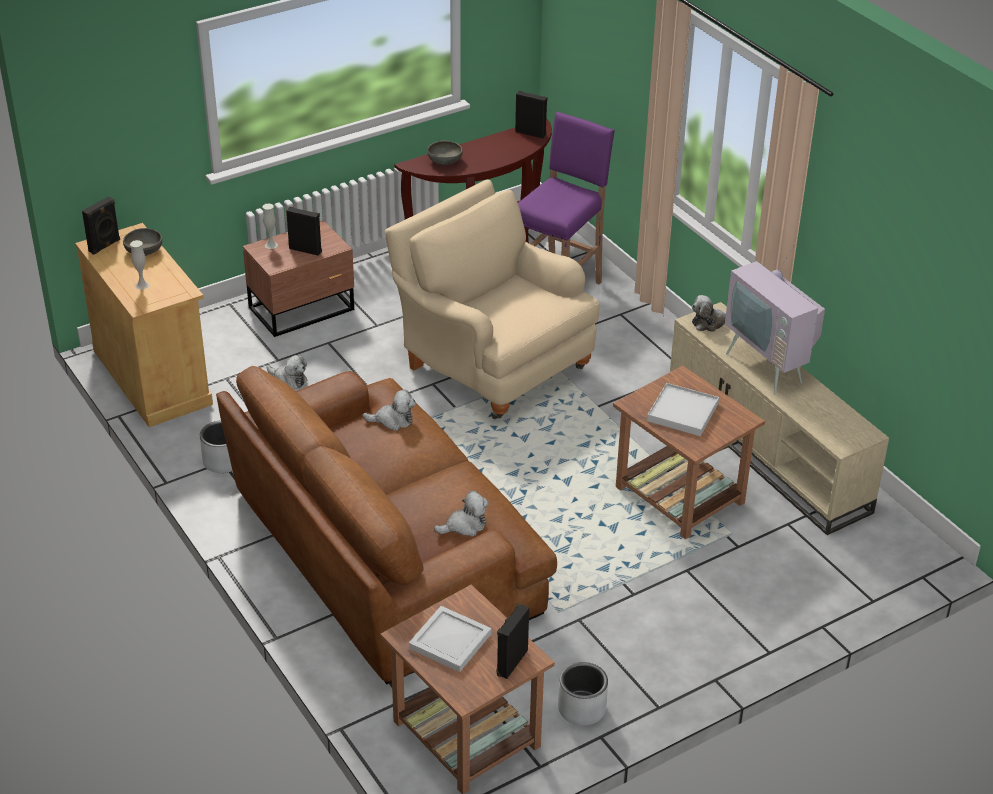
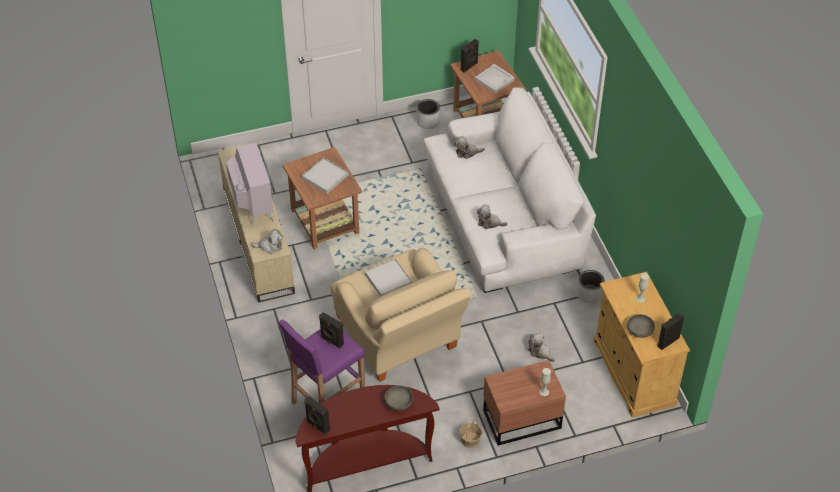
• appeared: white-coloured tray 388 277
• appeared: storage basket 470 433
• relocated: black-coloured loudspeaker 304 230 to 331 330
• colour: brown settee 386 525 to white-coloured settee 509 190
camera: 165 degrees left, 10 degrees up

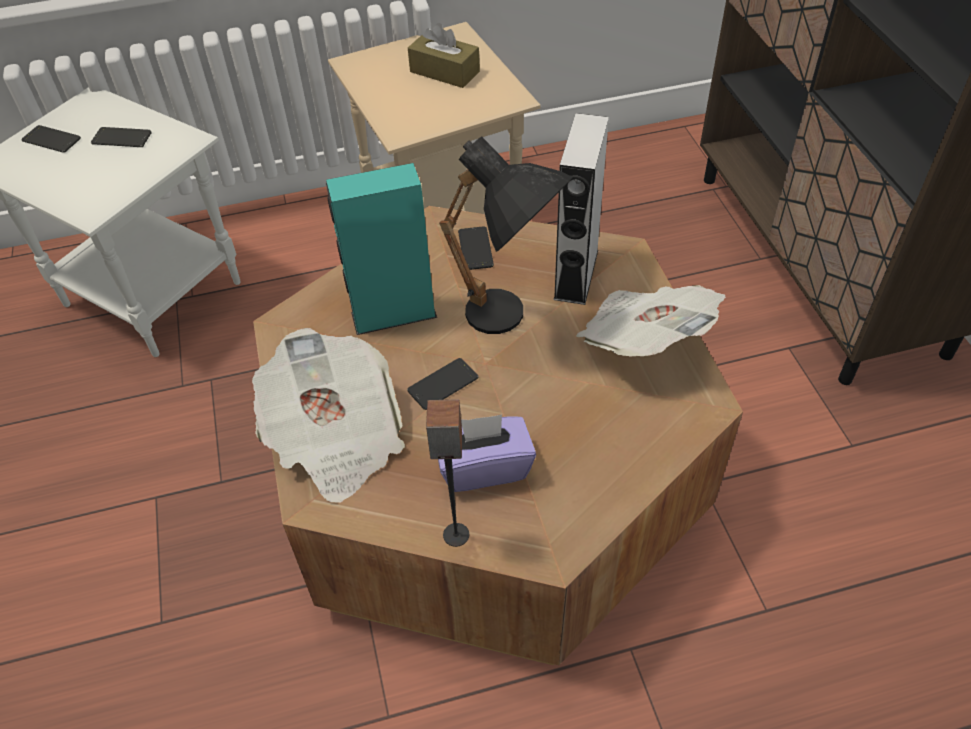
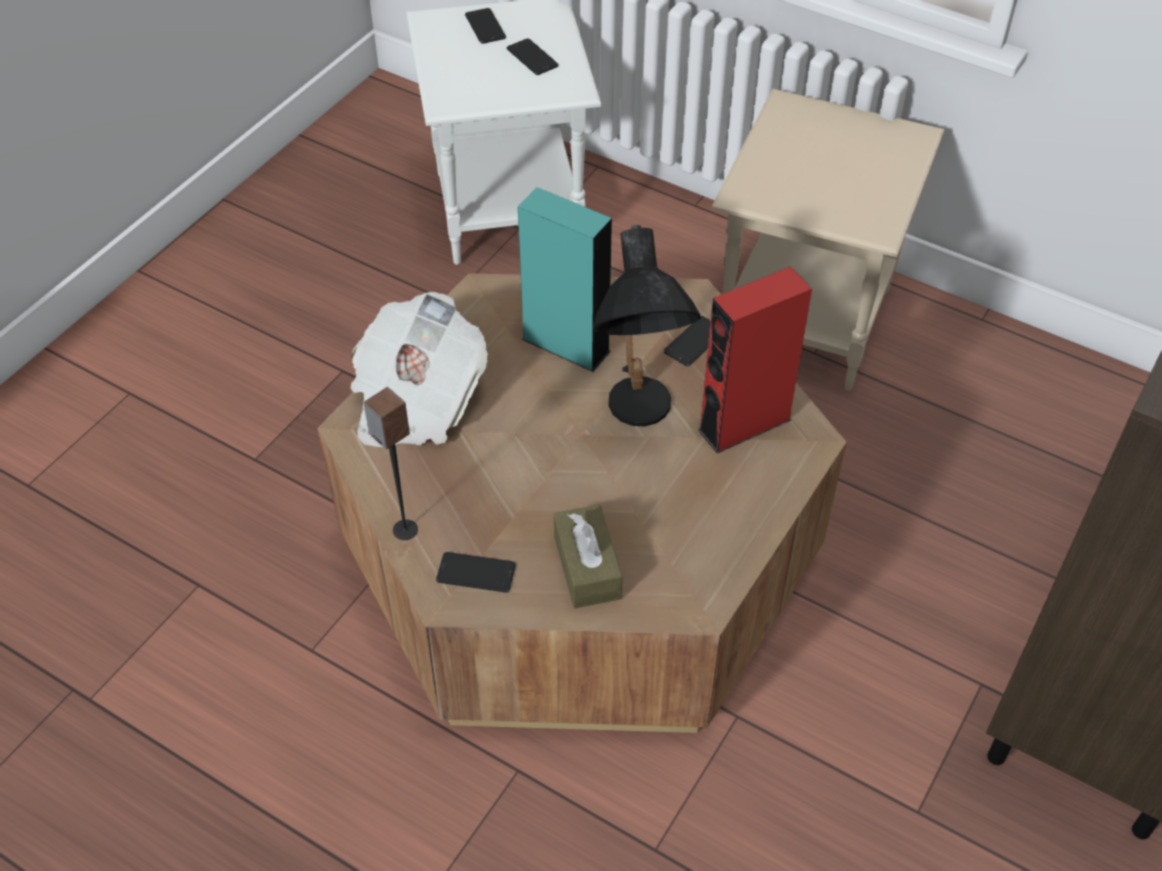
• missing: purple tissue box 487 453
• missing: daily paper 651 321
• relocated: handset 442 384 to 476 572
• relocated: brown tissue box 444 55 to 588 556
• colour: gray loudspeaker 581 209 to reddish loudspeaker 755 359
camera: 45 degrees right, 0 degrees up

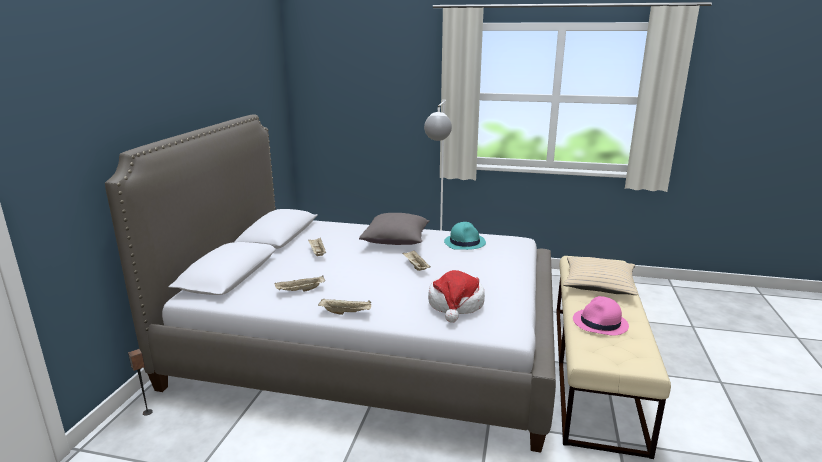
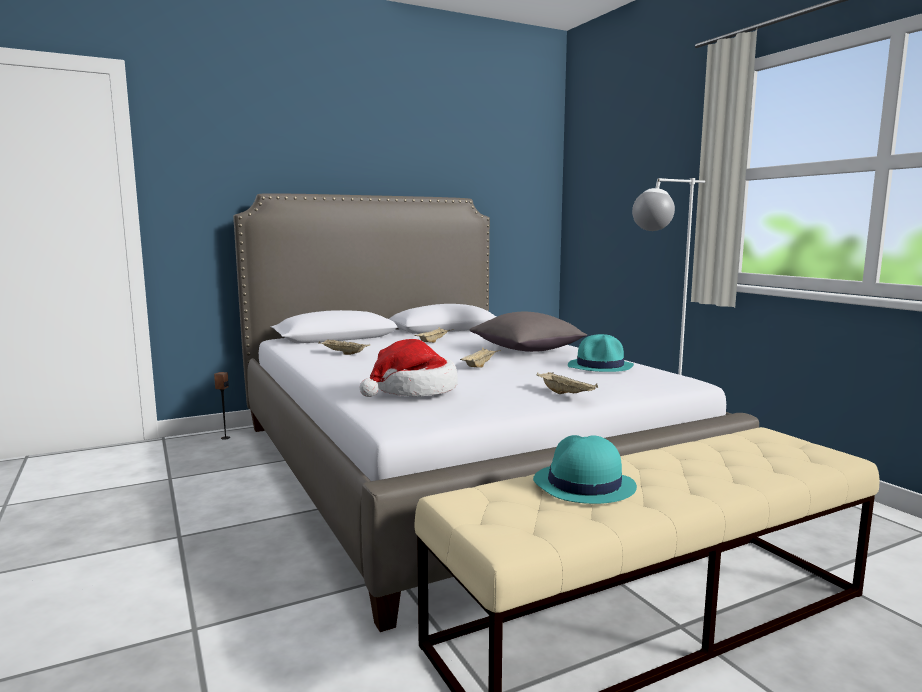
• missing: beige-coloured pillow 600 276
• relocated: beige-coloured tray 344 306 to 567 383
• colour: pink-coloured clothing hat 601 316 to blue-green clothing hat 585 469
camera: 50 degrees right, 10 degrees down

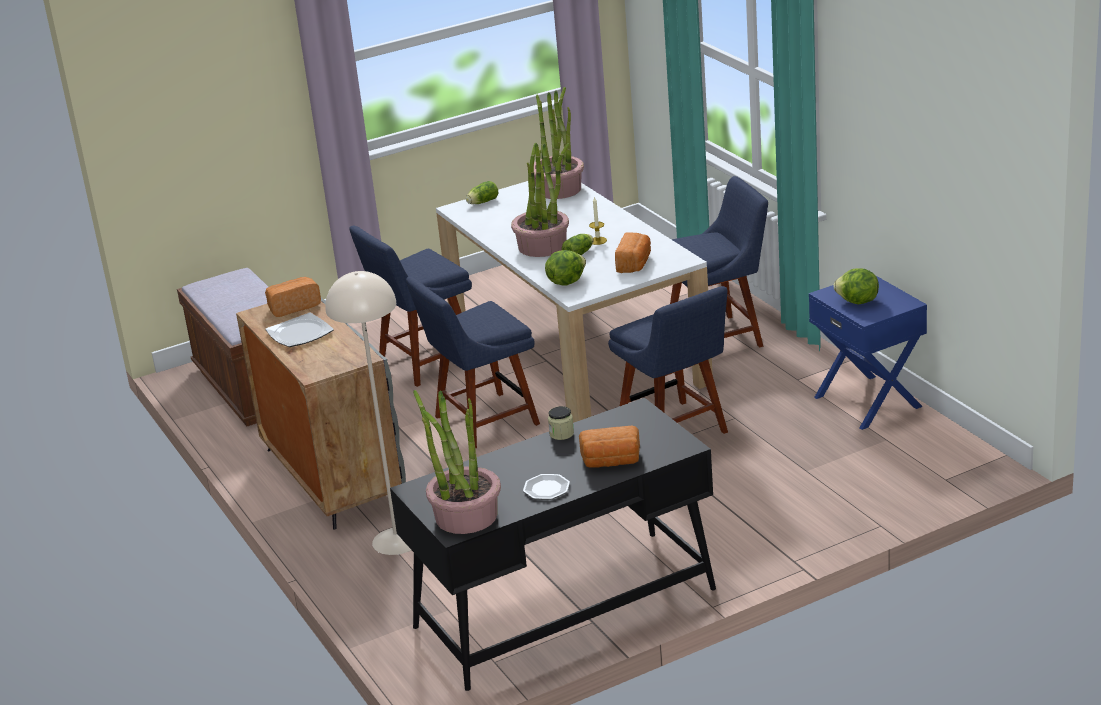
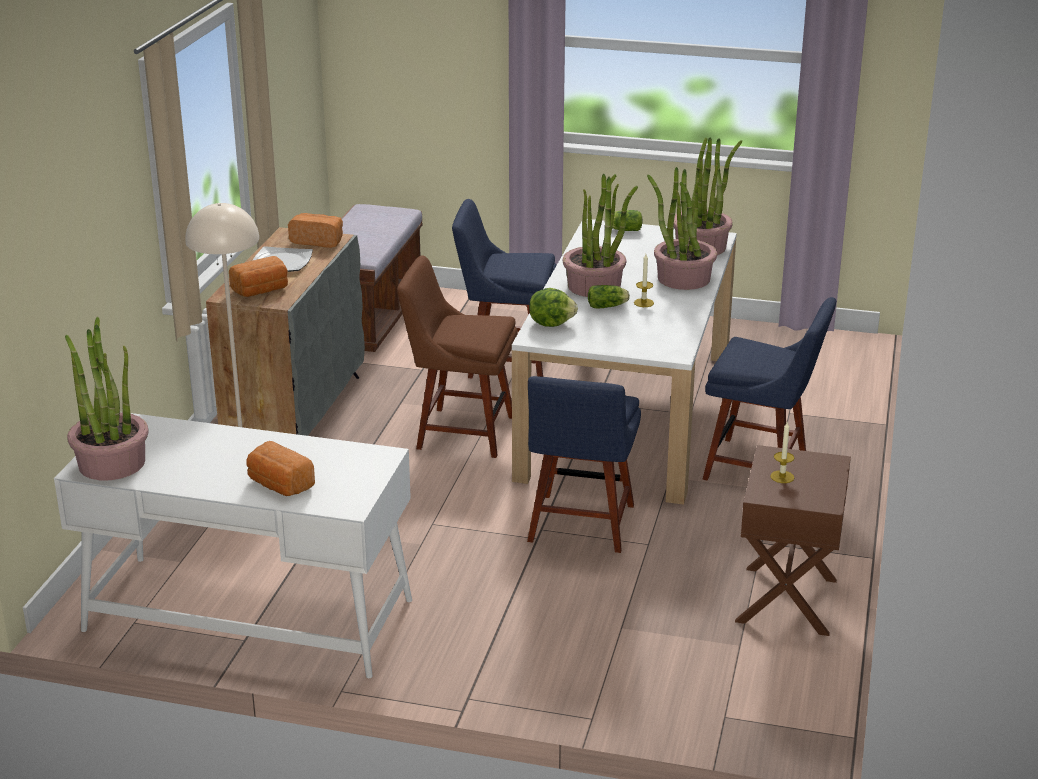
• missing: plate 546 487
• missing: jar 561 423
• appeared: plant in a pot 682 228
• relocated: bakery bread 633 252 to 258 276
• exchanged: lettuce 856 286 to wax candle 782 452
• colour: black-coloured desk unit 553 544 to white-coloured desk unit 233 545
• colour: bluish upright chair 473 362 to brown upright chair 457 357
• colour: bluish bedside table 868 352 to brown bedside table 793 540
camera: 40 degrees right, 0 degrees up

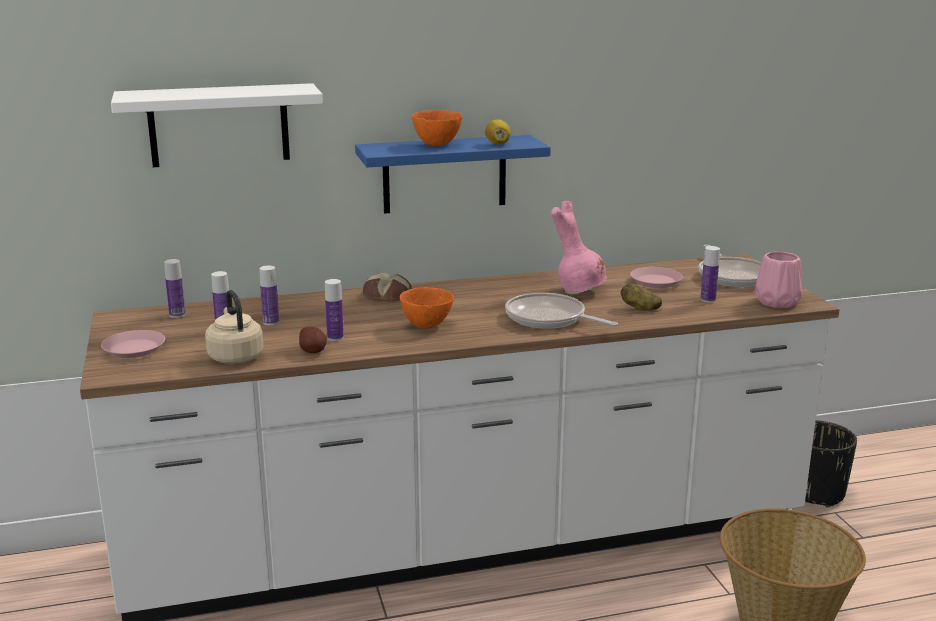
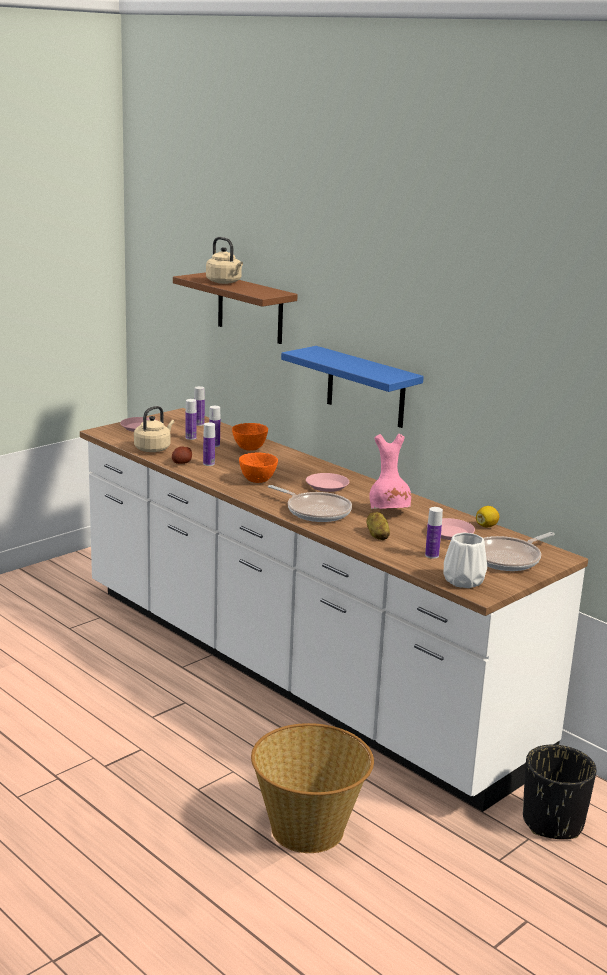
• missing: bakery bread 387 286
• appeared: beige-coloured water kettle 224 260
• appeared: pink-coloured plate 327 482
• relocated: orange deep dish 437 128 to 250 437
• relocated: citrus fruit 498 132 to 487 516
• colour: white-coloured wall shelf 217 125 to brown wall shelf 235 308
• colour: pink-coloured decorative vase 778 280 to white-coloured decorative vase 465 560
• spun: frying pan 561 311 = 310 503 120 degrees clockwise
camera: 60 degrees right, 0 degrees up

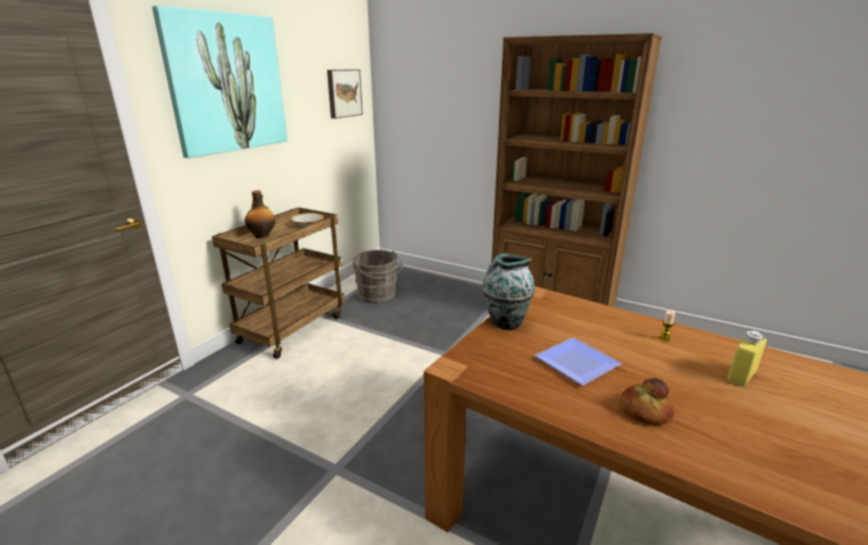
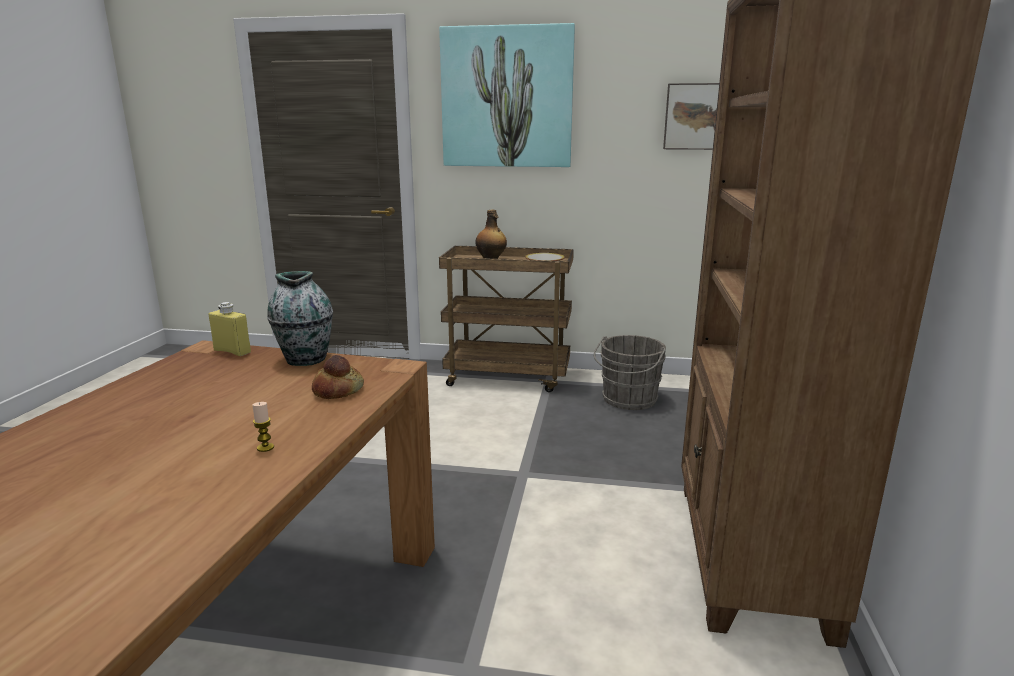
• missing: plate 578 361
• relocated: bakery bread 647 401 to 338 377
• relocated: yellow-coloured bottle 747 359 to 230 329
camera: 70 degrees right, 5 degrees down

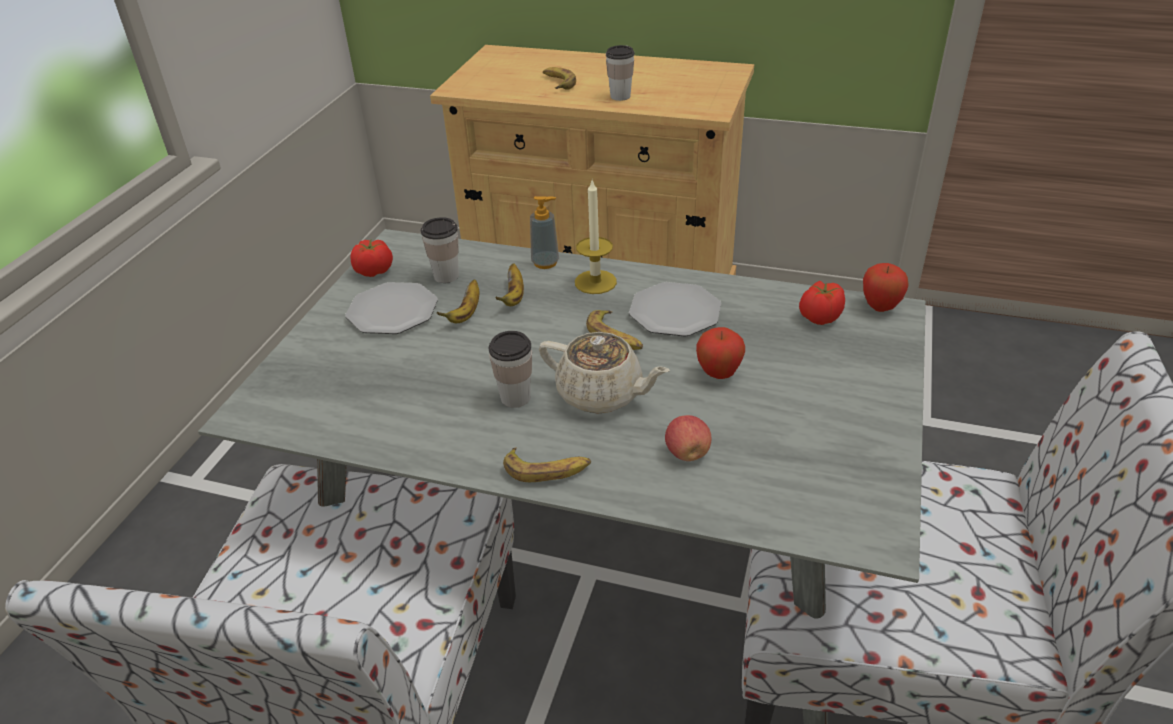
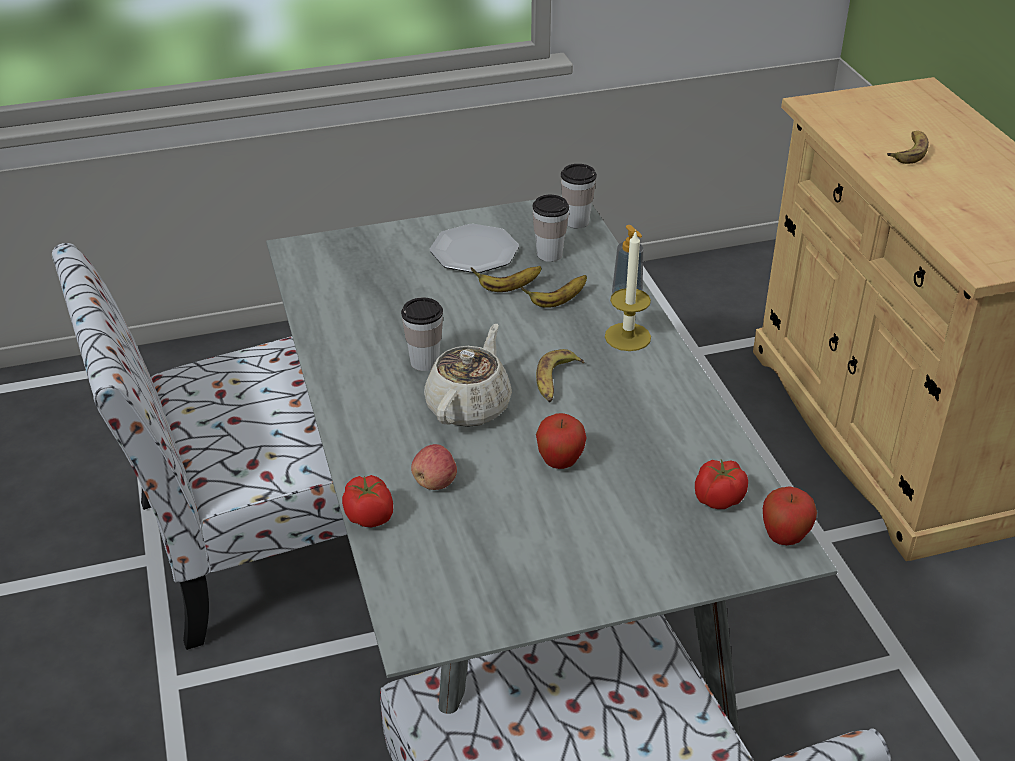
• missing: banana 547 464
• missing: plate 675 309
• relocated: fresh tomato 371 258 to 367 501
• relocated: small cup 620 73 to 579 196
• spun: beige-coloured teapot 604 373 = 468 375 150 degrees counterclockwise
camera: 55 degrees right, 0 degrees up

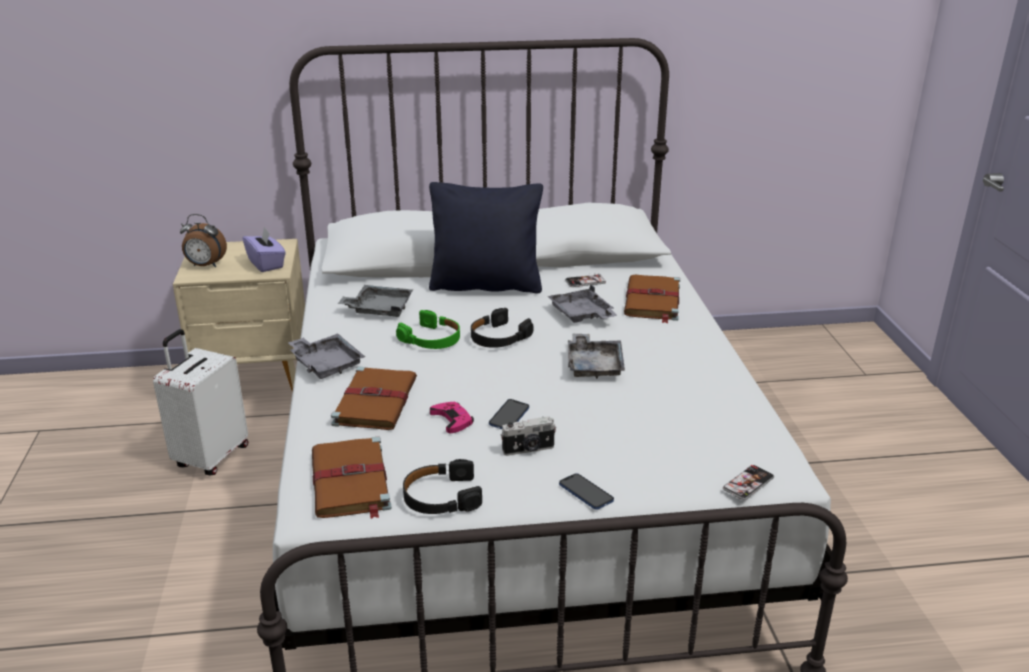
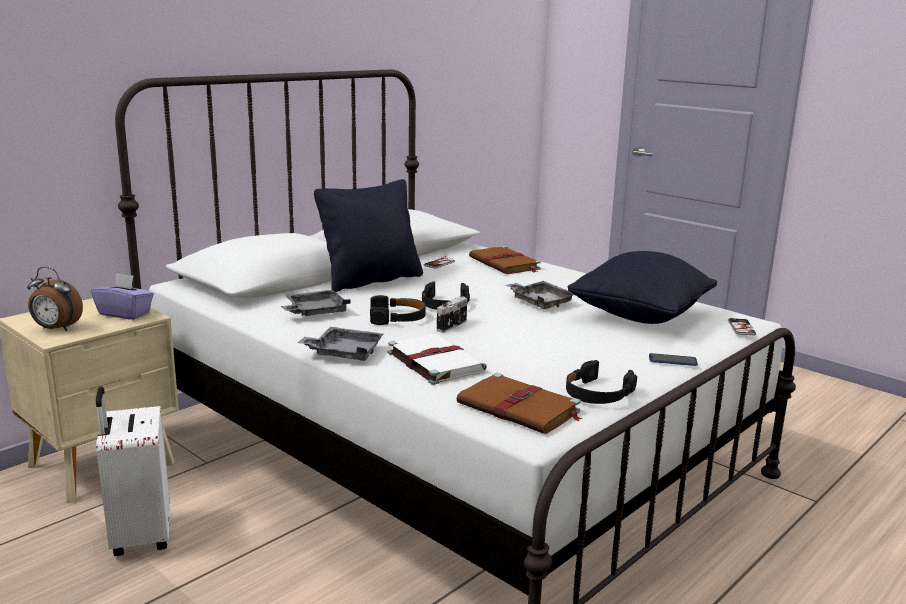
• missing: pink-coloured game controller 452 417
• missing: handset 509 414
• missing: gray tray 582 304
• appeared: black-coloured pillow 642 287
• relocated: still camera 528 436 to 452 314
• colour: brown bound book 374 398 to white-coloured bound book 437 359
• colour: green pair of headphones 428 329 to black-coloured pair of headphones 398 310
• spun: table clock 203 240 = 55 299 45 degrees clockwise
camera: 40 degrees left, 10 degrees down

